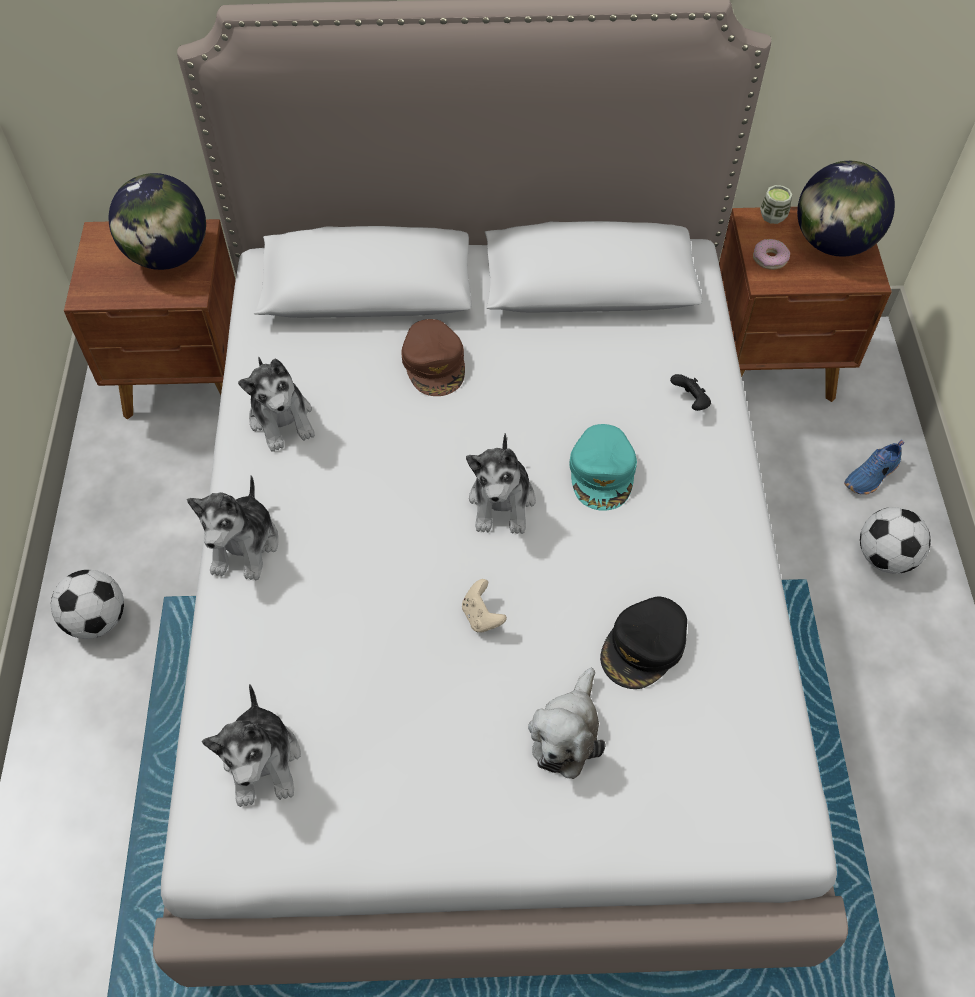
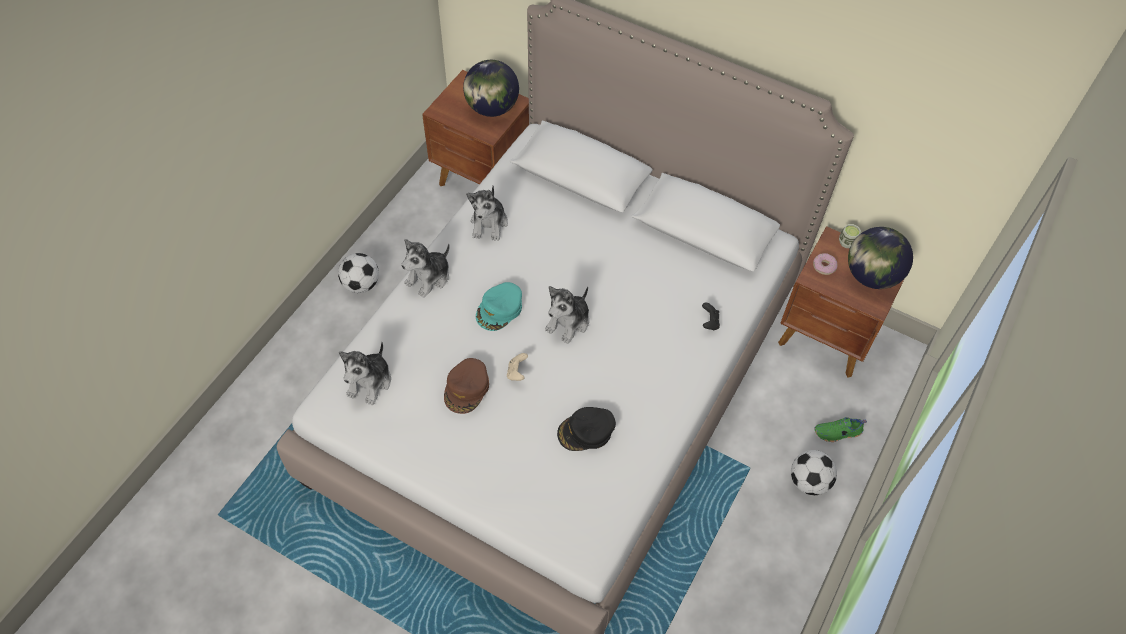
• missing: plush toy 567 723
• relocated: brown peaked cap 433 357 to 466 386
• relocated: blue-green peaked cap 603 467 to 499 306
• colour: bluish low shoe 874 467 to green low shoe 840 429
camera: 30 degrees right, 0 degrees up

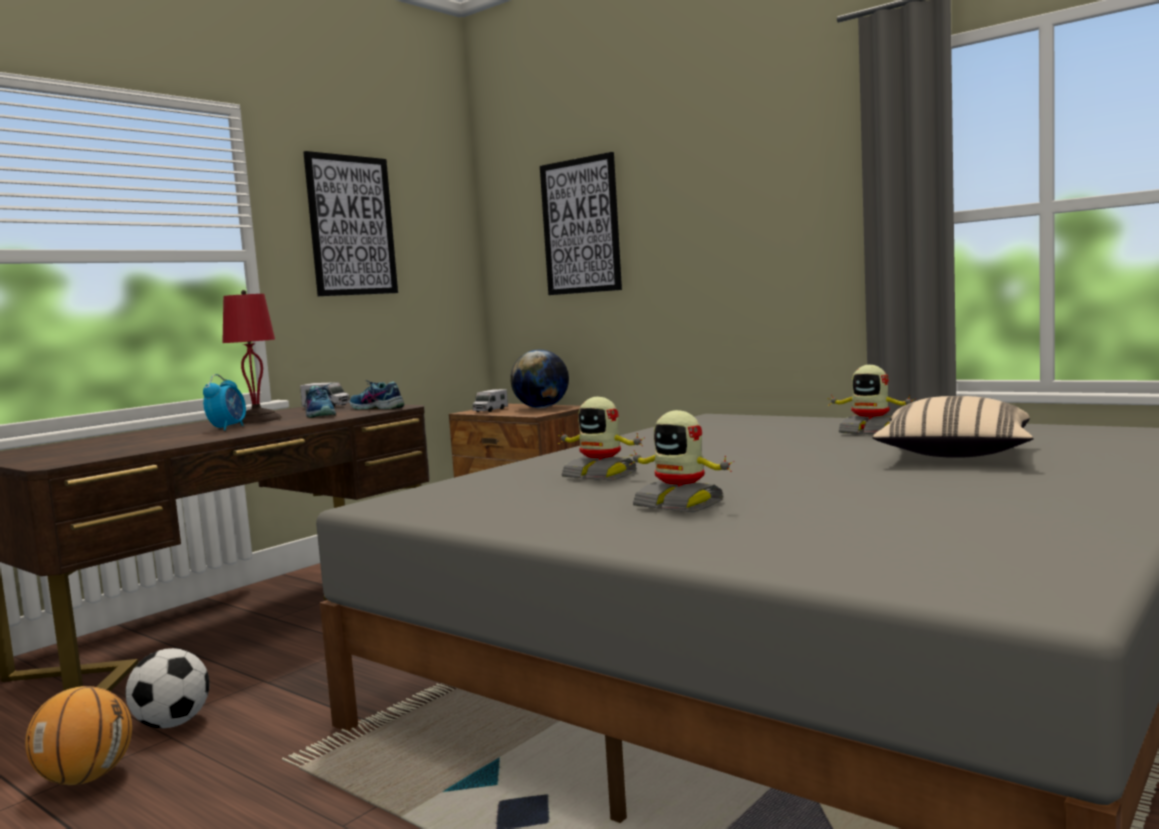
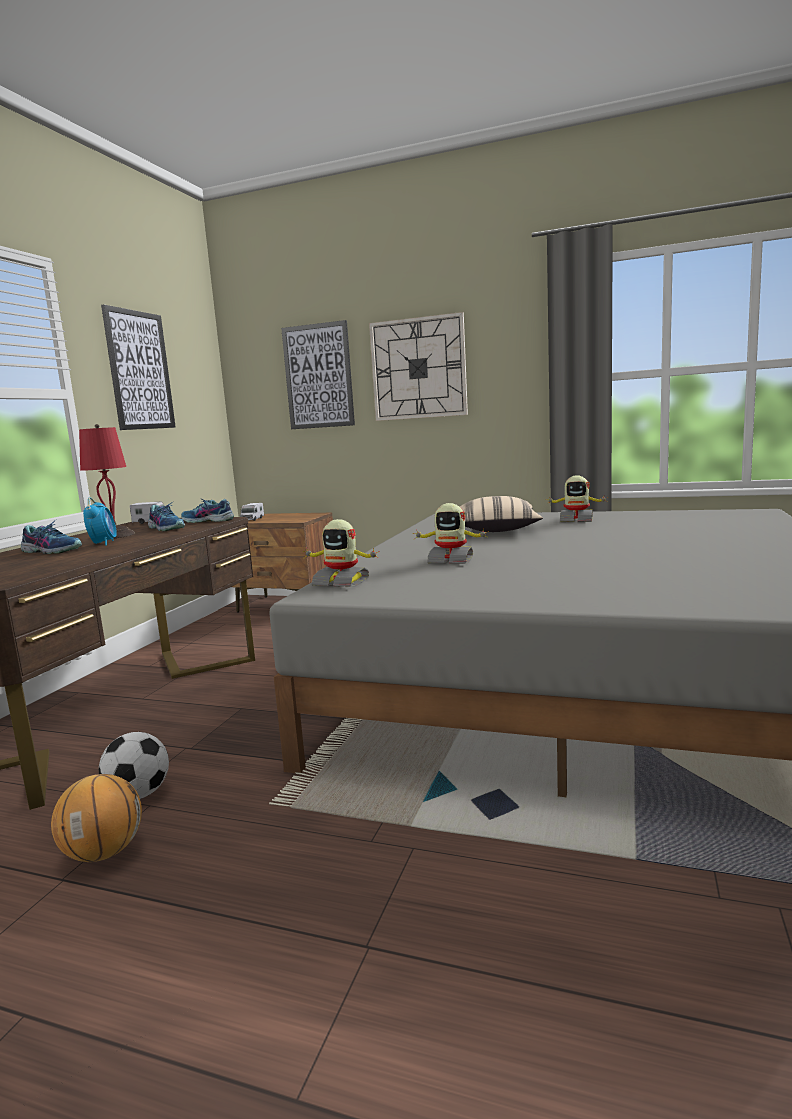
• missing: world globe 539 379
• appeared: low shoe 51 537
• appeared: hanging clock 418 366
• relocated: toy robot 682 461 to 341 553
• relocated: beige-coloured pillow 952 427 to 501 514
camera: 20 degrees left, 5 degrees up

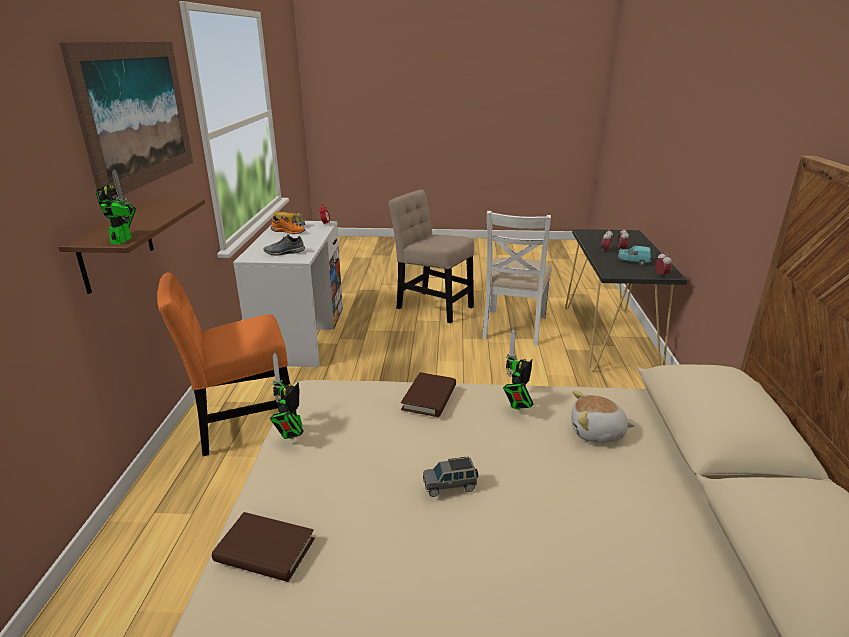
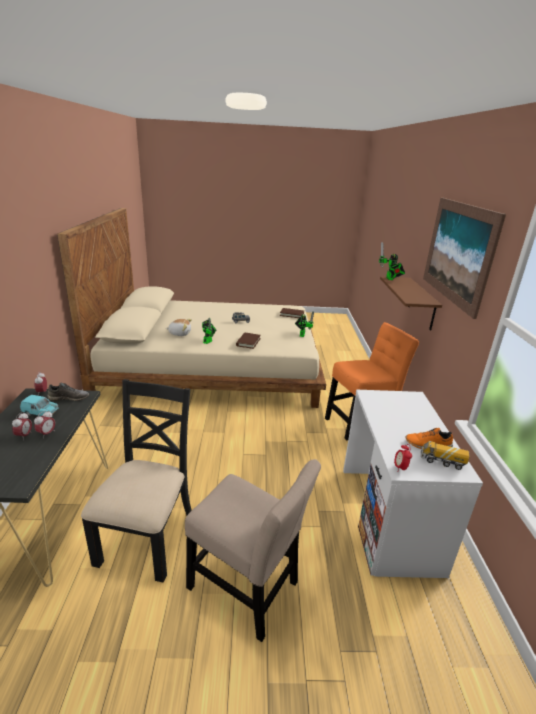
• relocated: gray low shoe 284 244 to 68 392
• colour: white-coloured upright chair 517 278 to black-coloured upright chair 136 480
camera: 175 degrees right, 0 degrees up

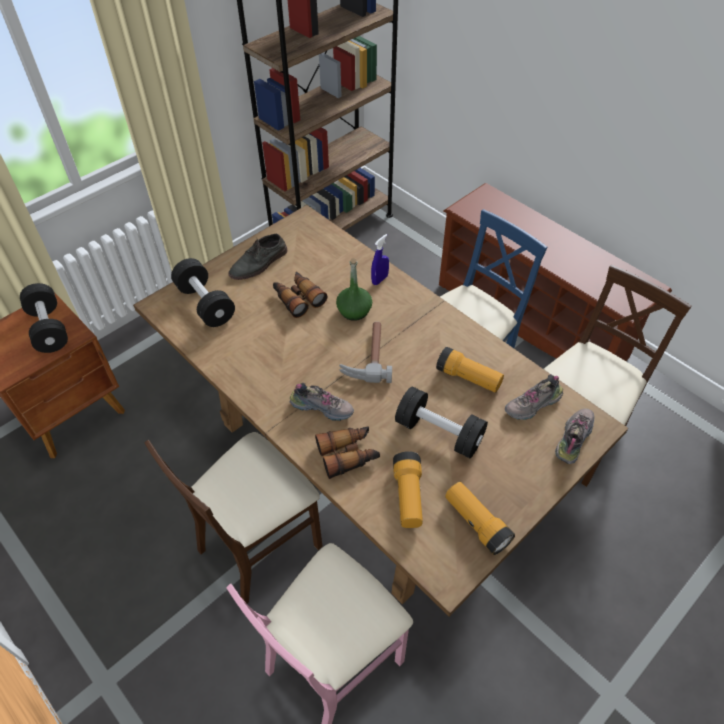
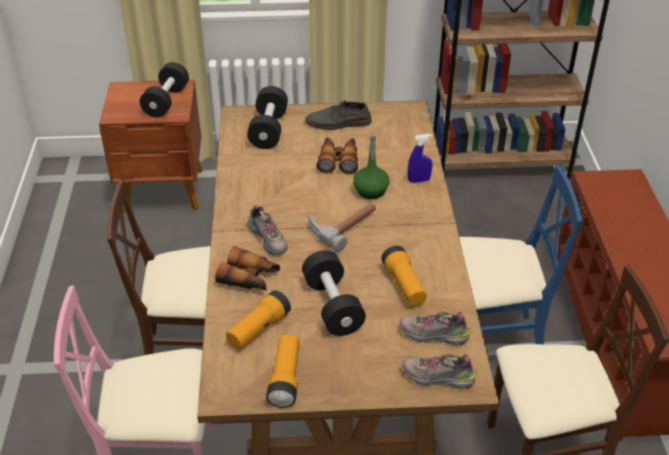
• spun: low shoe 574 436 = 439 371 150 degrees counterclockwise
camera: 40 degrees right, 10 degrees down

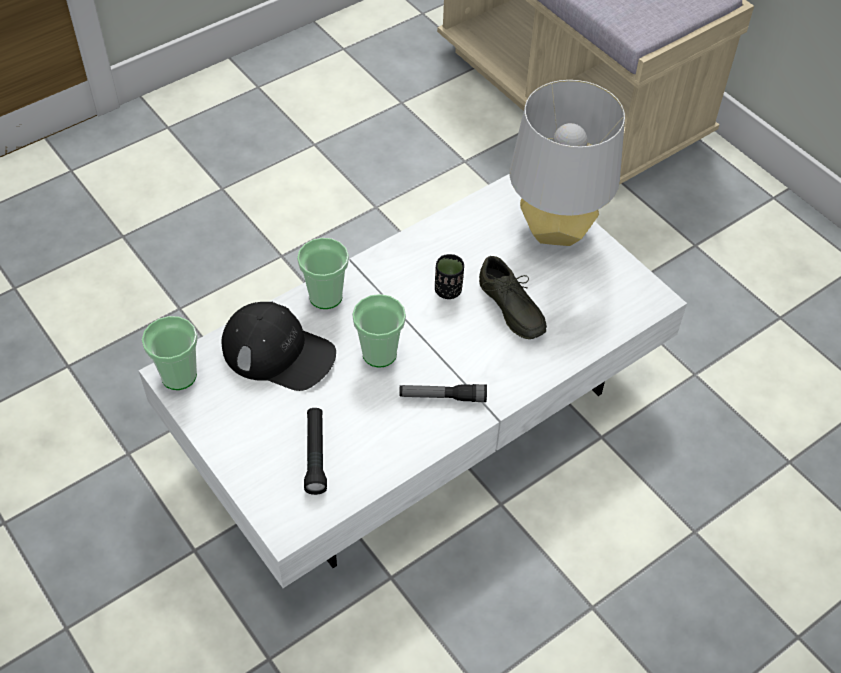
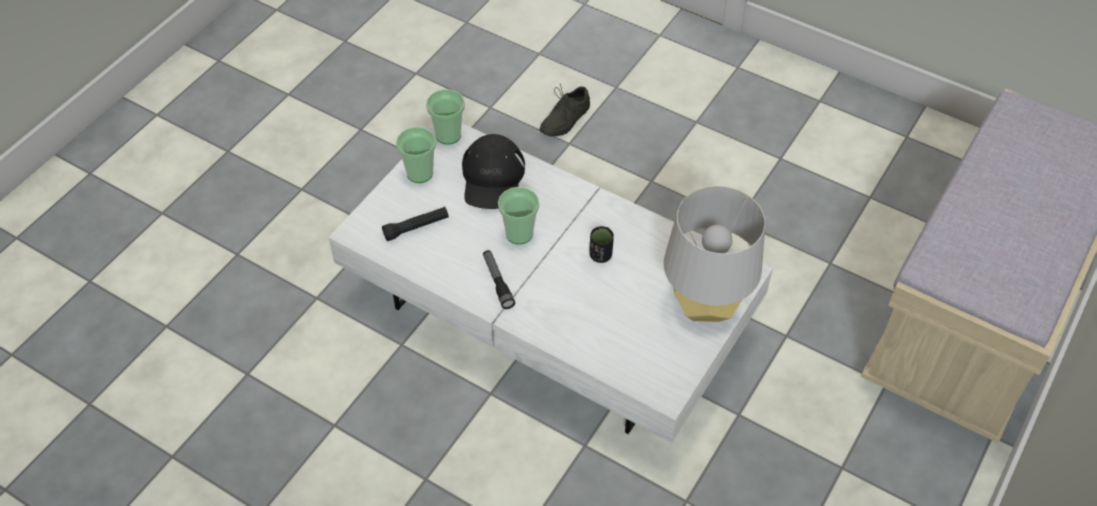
• relocated: small cup 323 273 to 416 155
• relocated: gray low shoe 513 297 to 565 110
camera: 70 degrees right, 0 degrees up

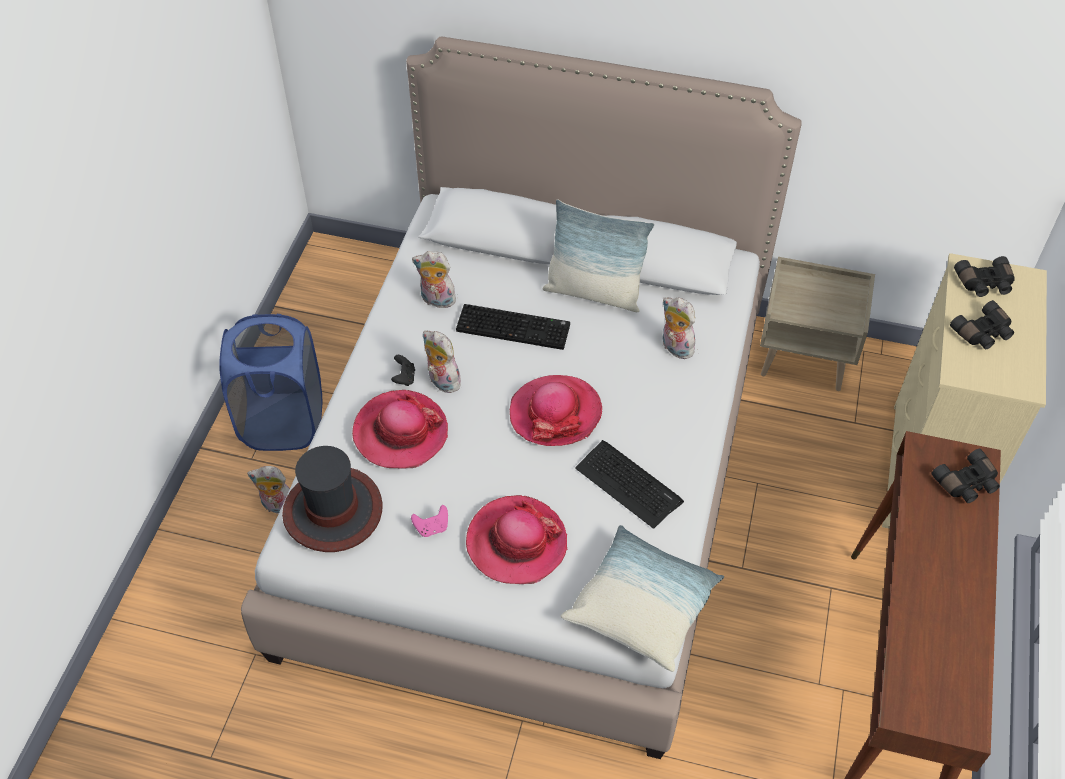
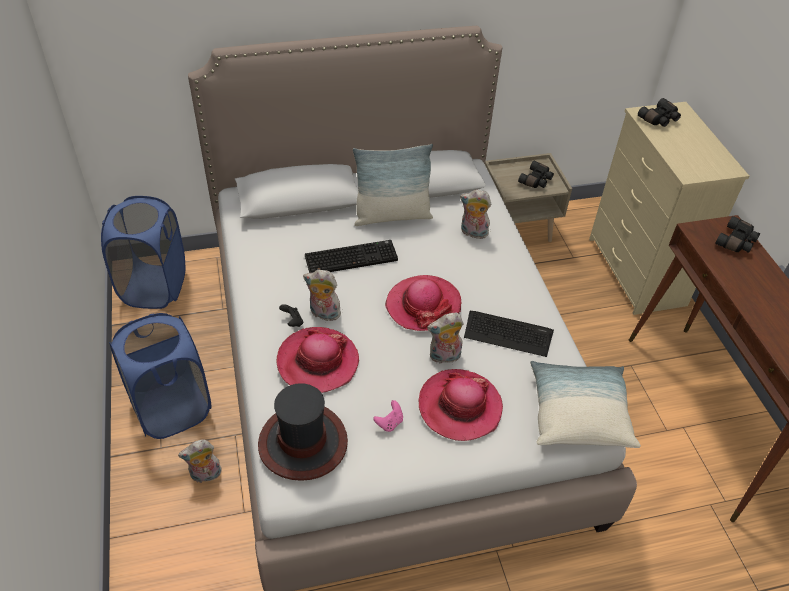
• appeared: bluish washing basket 143 252
• relocated: plush toy 436 279 to 445 338
• relocated: black-coloured field glasses 982 324 to 536 174
camera: 30 degrees left, 5 degrees down

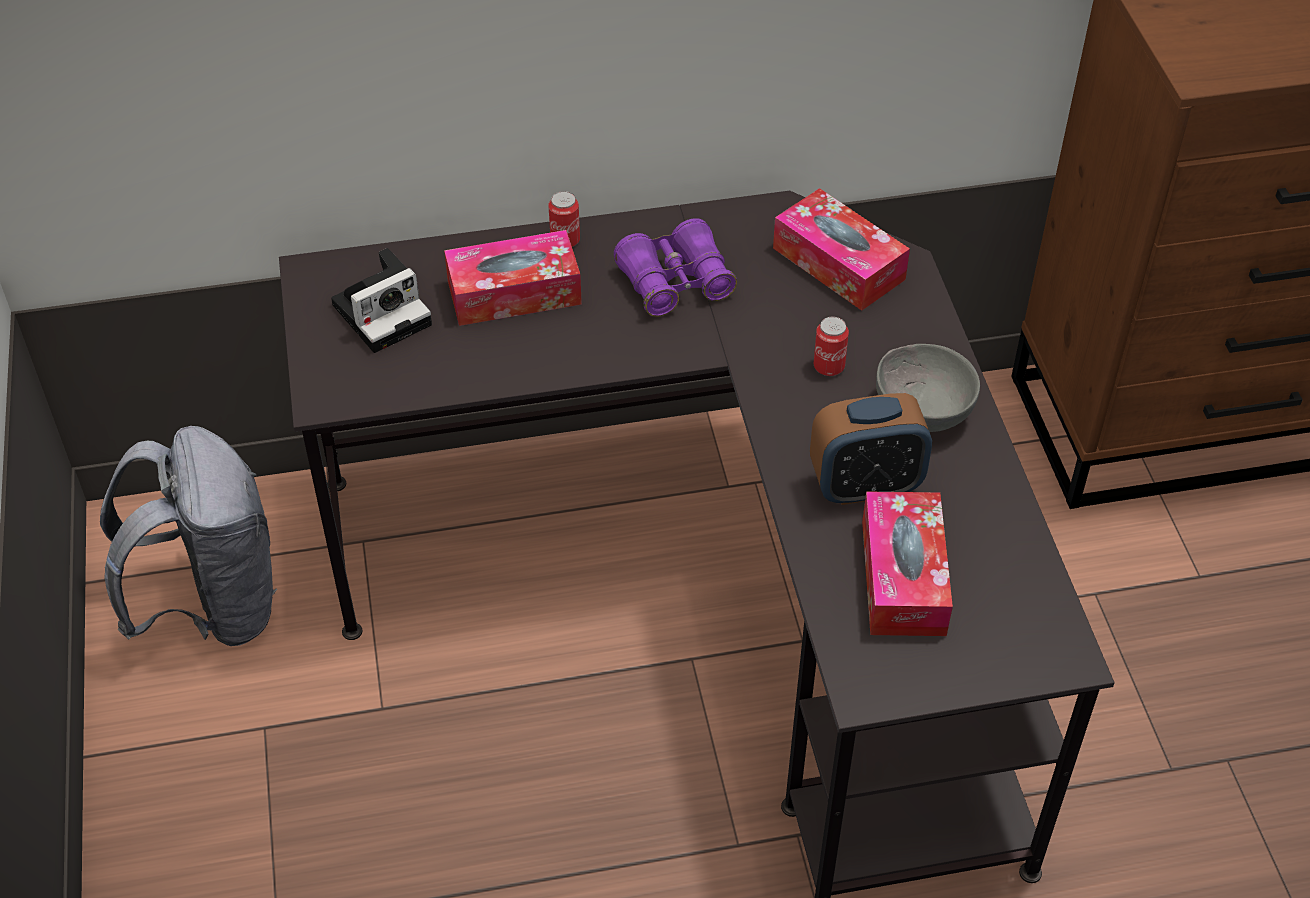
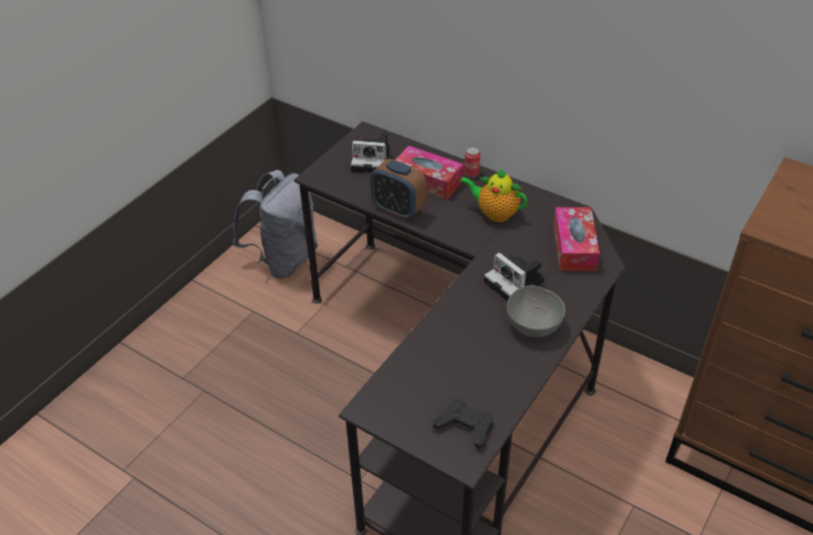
• missing: tissue box 907 563
• appeared: black-coloured game controller 463 424
• relocated: table clock 871 449 to 398 189
• exchanged: purple field glasses 675 267 to teapot 493 195
• exchanged: metal can 831 346 to still camera 514 276
camera: 45 degrees right, 5 degrees down

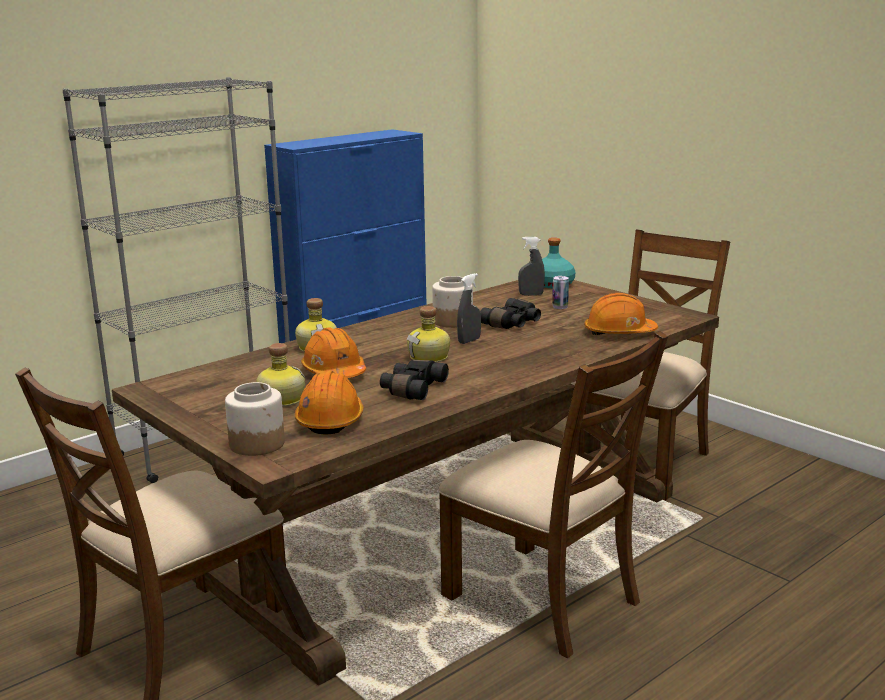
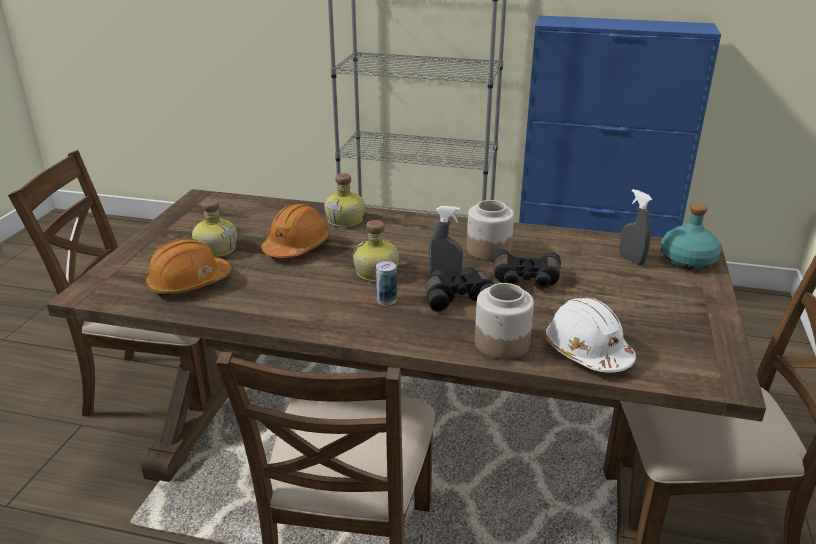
• relocated: jar 255 419 to 504 321
• relocated: black-coloured field glasses 414 380 to 460 289
• relocated: metal can 560 292 to 386 283
• colour: orange safety helmet 621 314 to white-coloured safety helmet 590 335
camera: 55 degrees right, 10 degrees up

